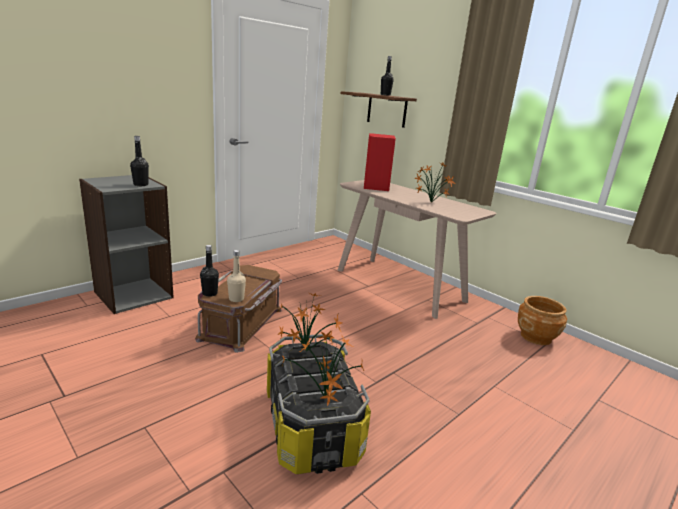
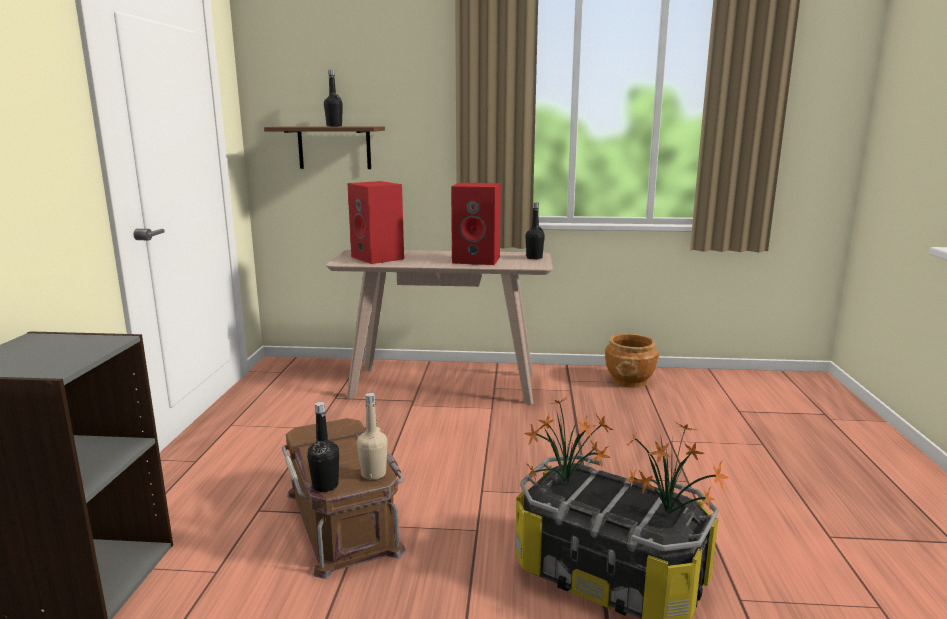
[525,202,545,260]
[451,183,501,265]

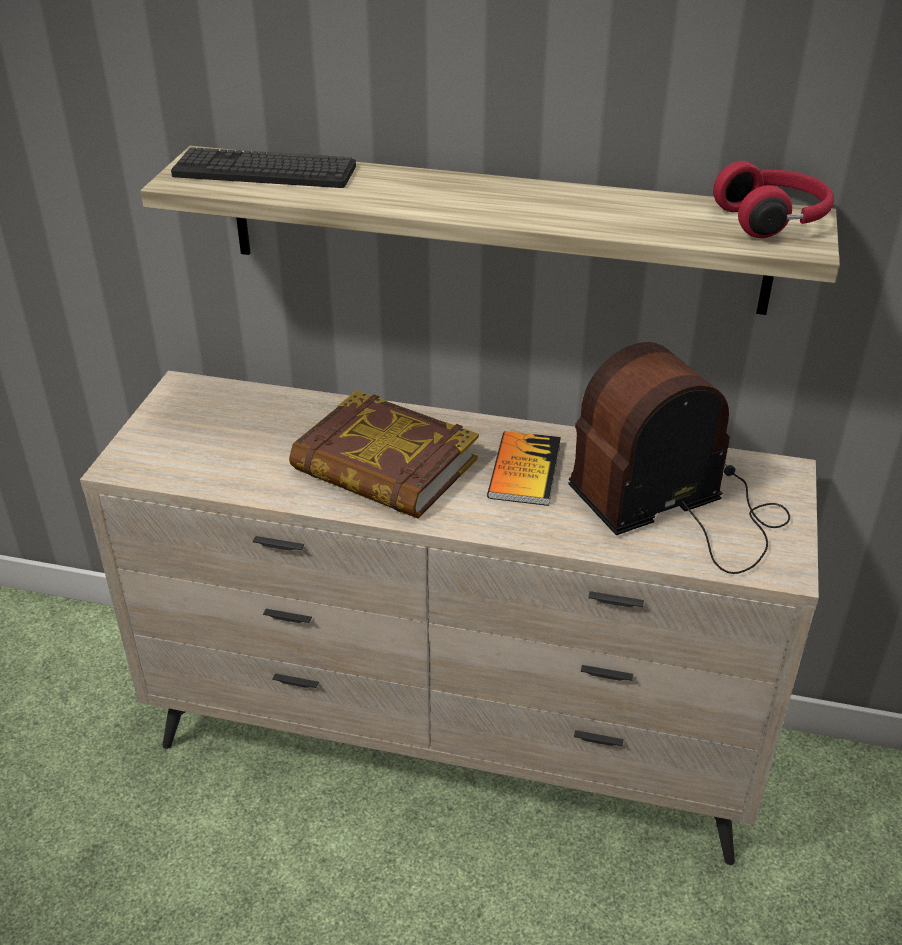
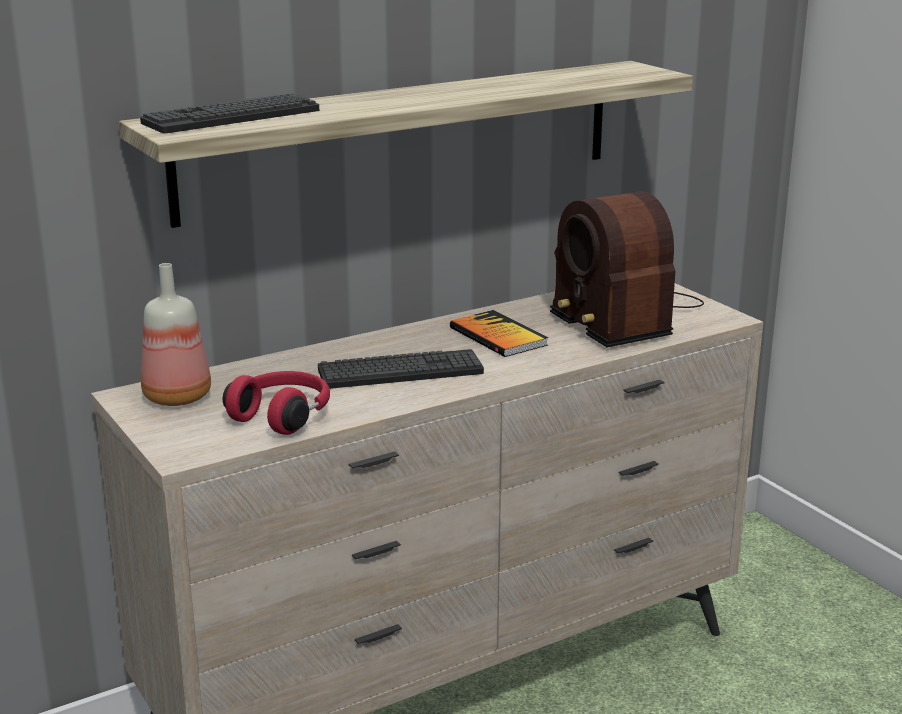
[223,371,330,435]
[550,192,704,347]
[318,349,484,389]
[141,263,211,406]

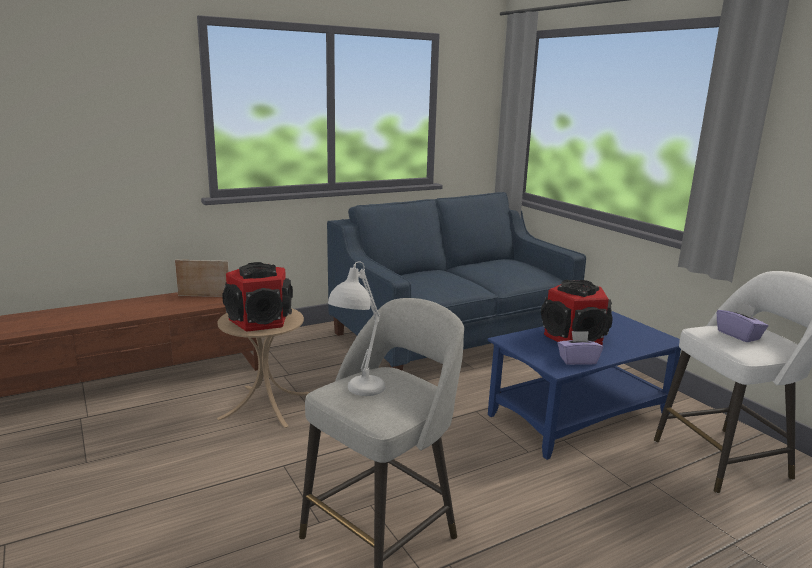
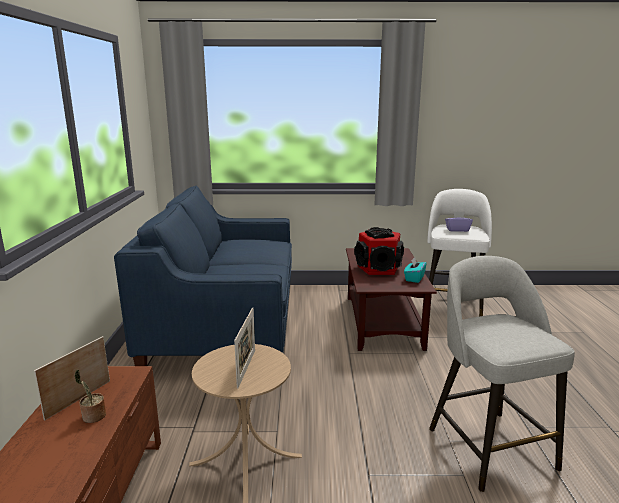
[234,307,255,389]
[328,262,385,396] (first image)
[346,248,437,351]
[404,257,427,283]
[75,369,106,423]

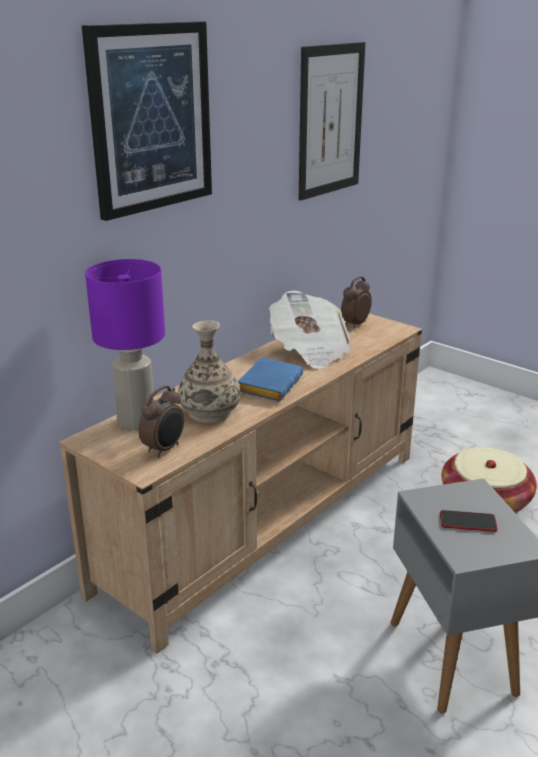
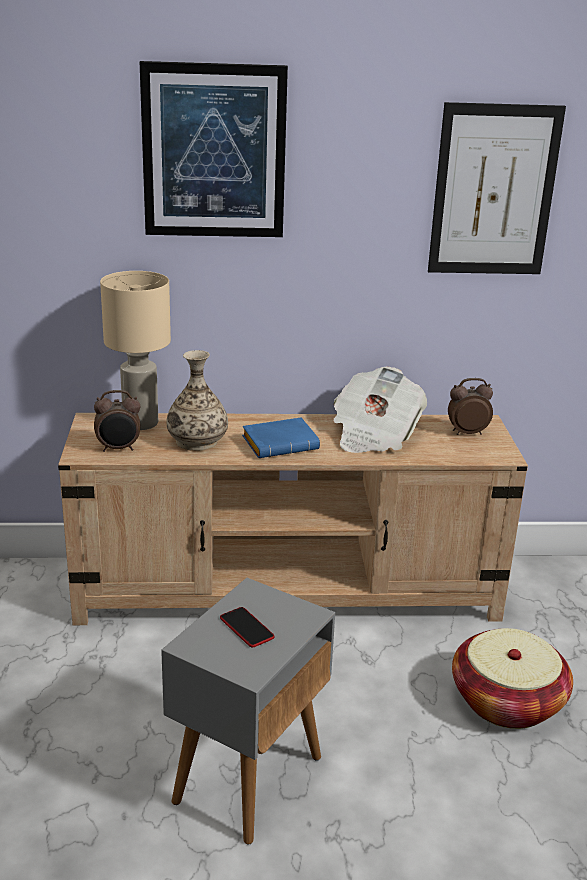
[100,271,171,430]

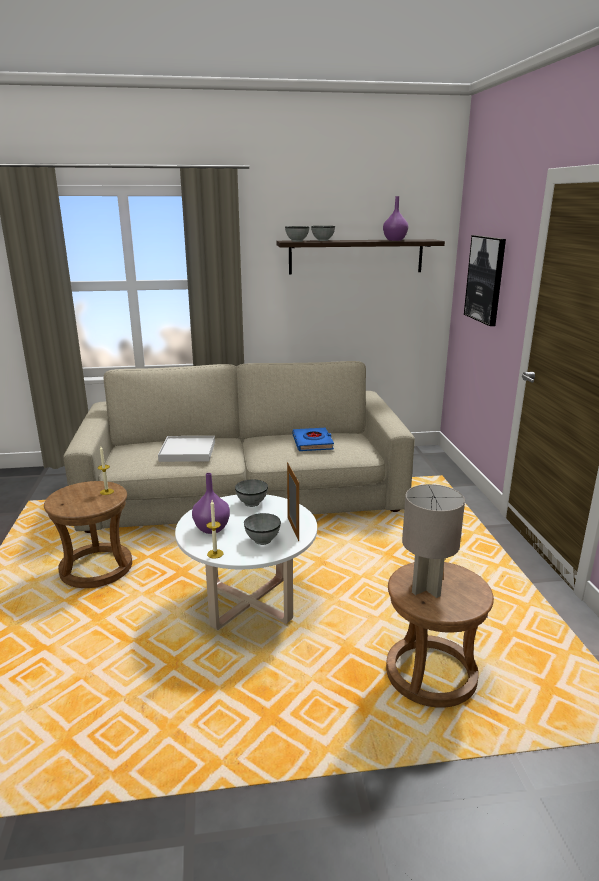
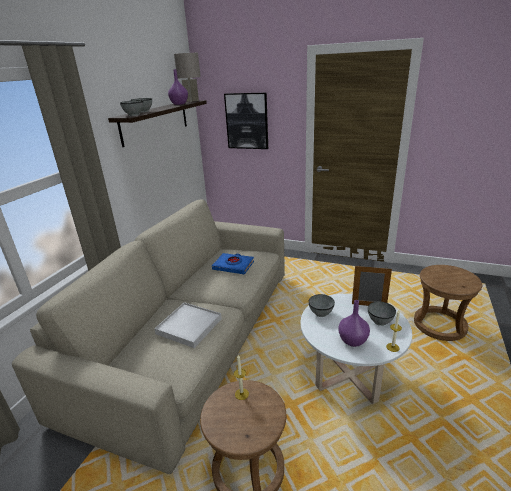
[174,53,201,102]

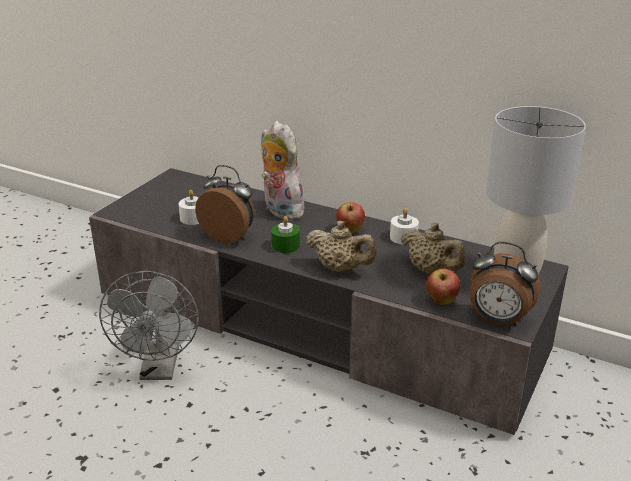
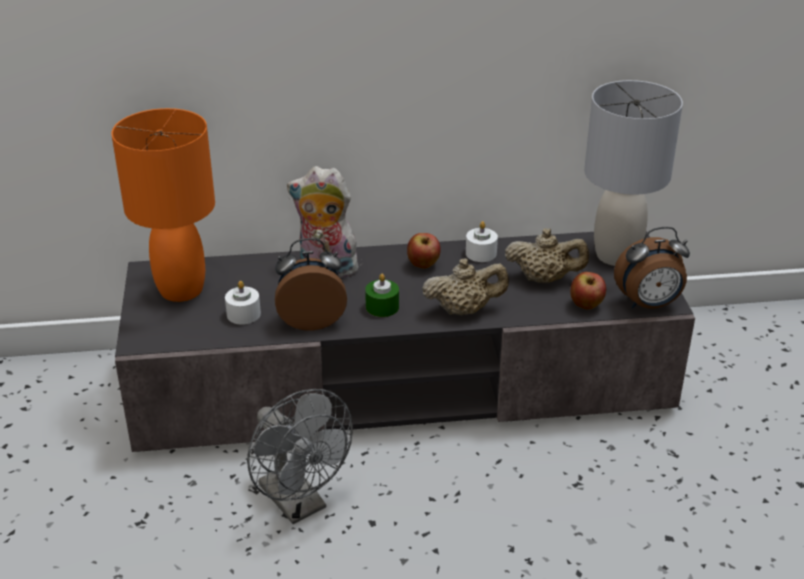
[112,108,215,302]

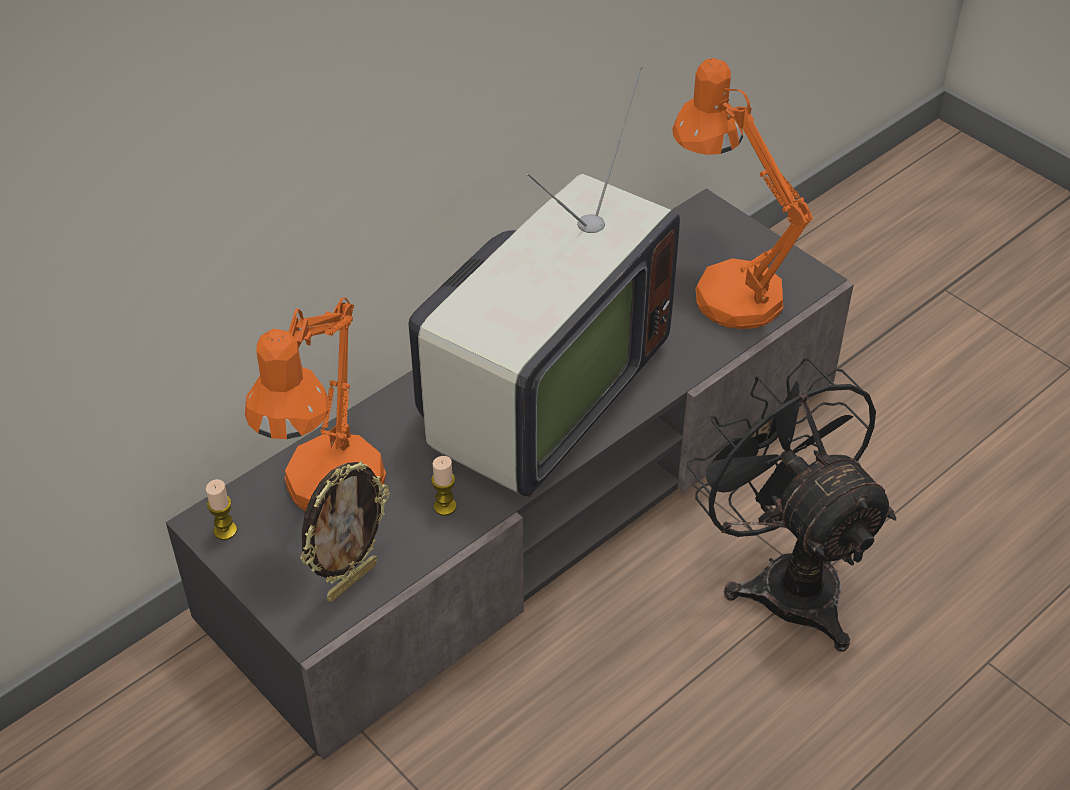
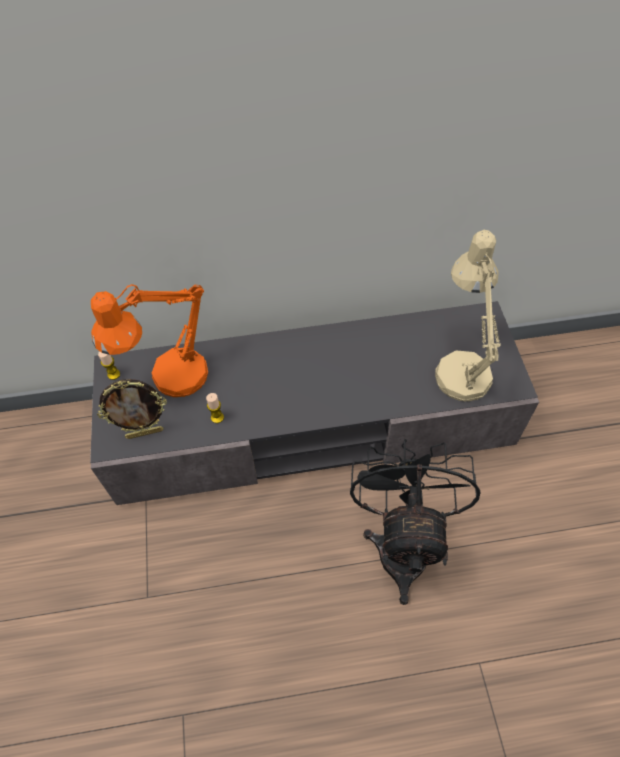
[435,230,501,402]
[408,66,680,497] (first image)

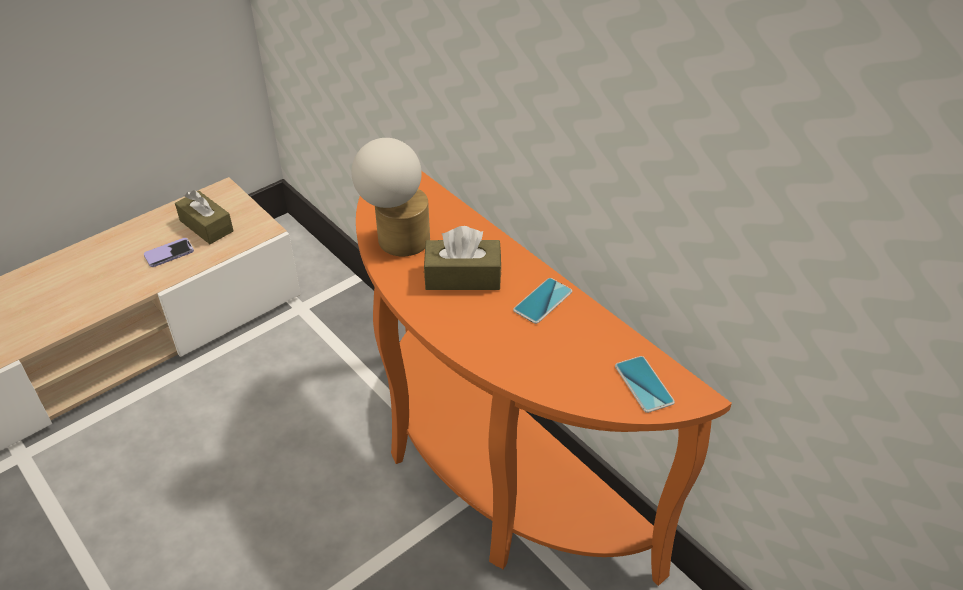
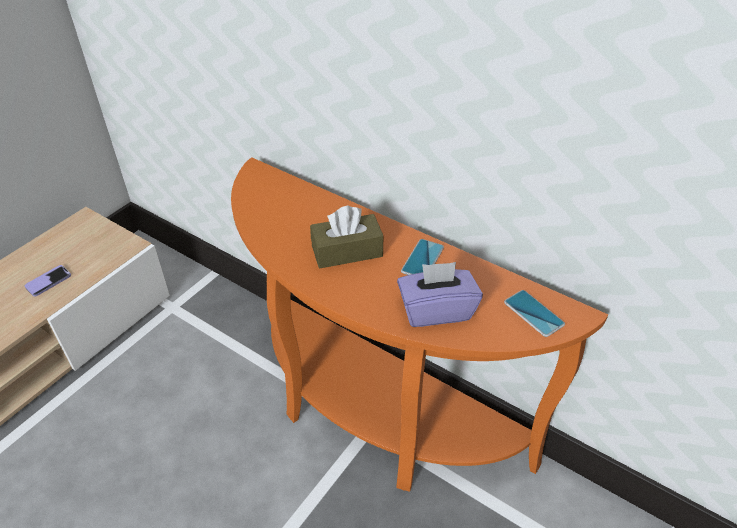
[351,138,430,256] (first image)
[175,190,234,244] (first image)
[397,262,483,327]

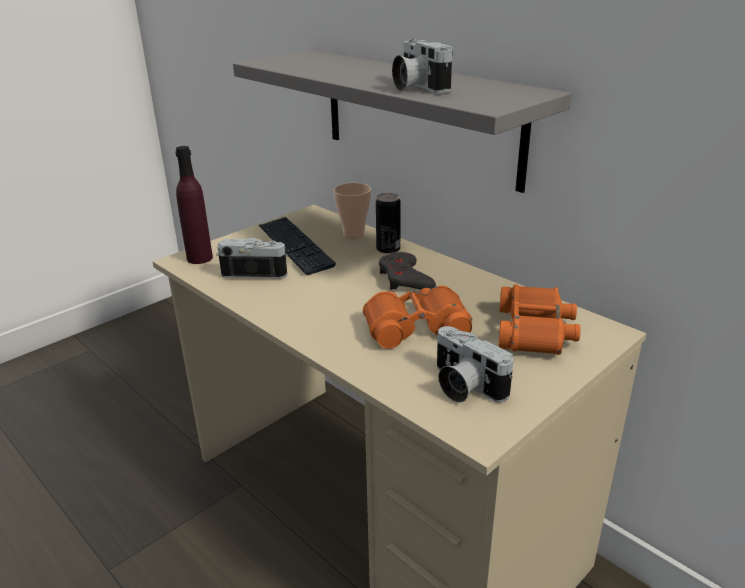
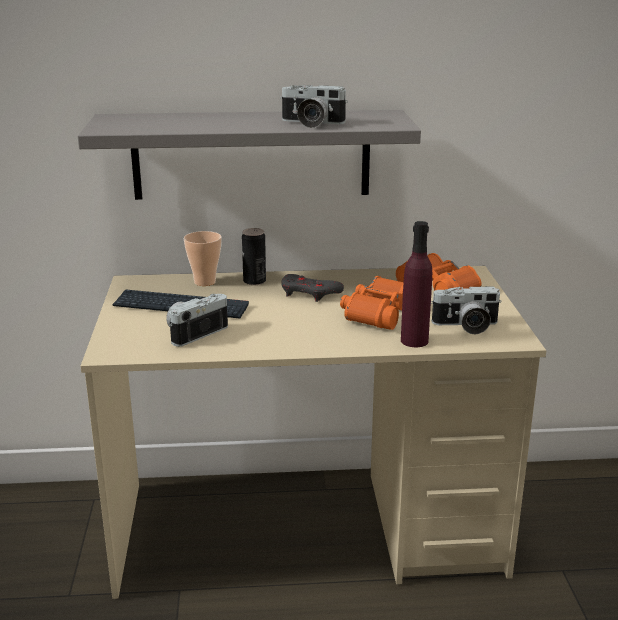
[401,221,432,347]

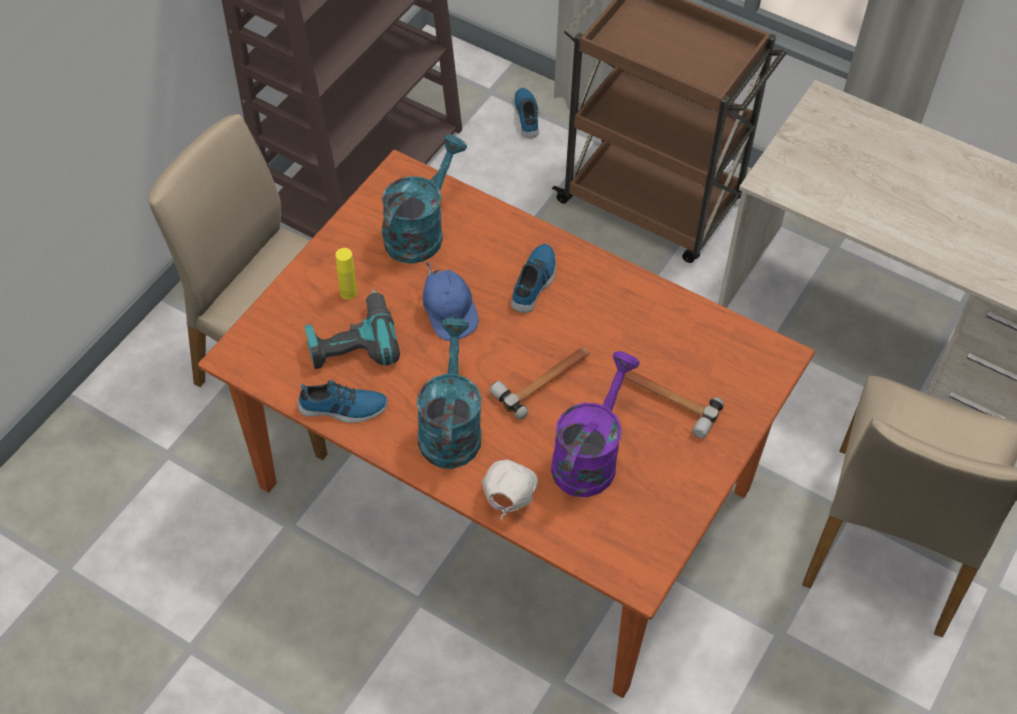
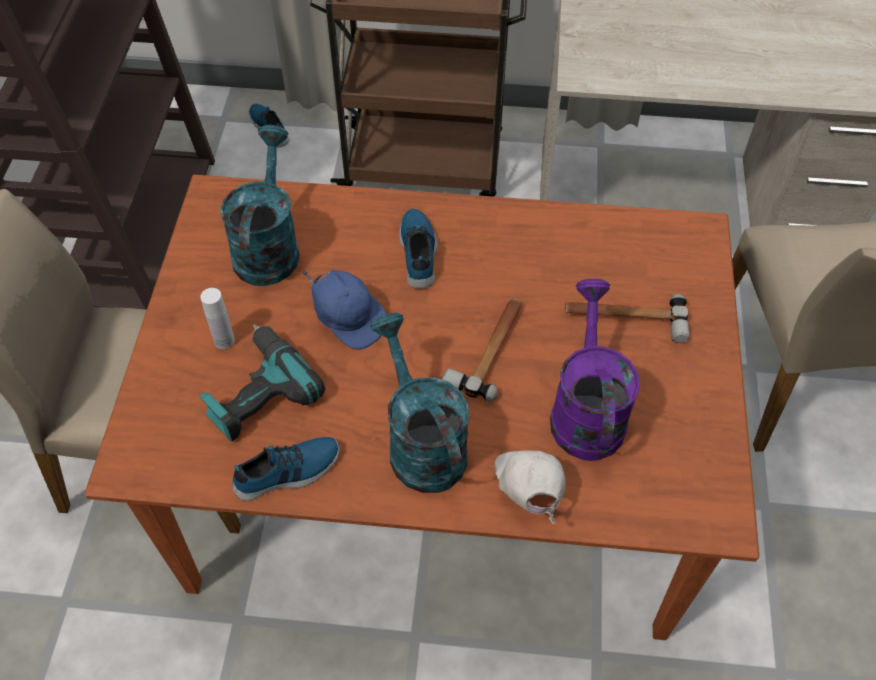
[200,288,235,349]

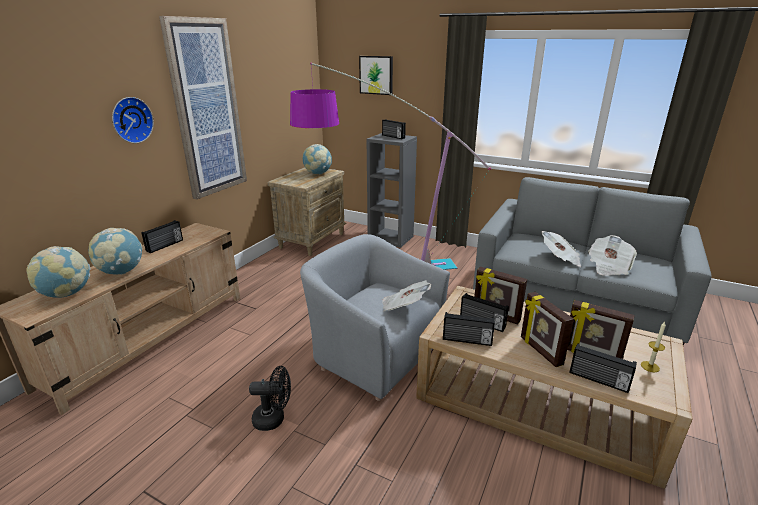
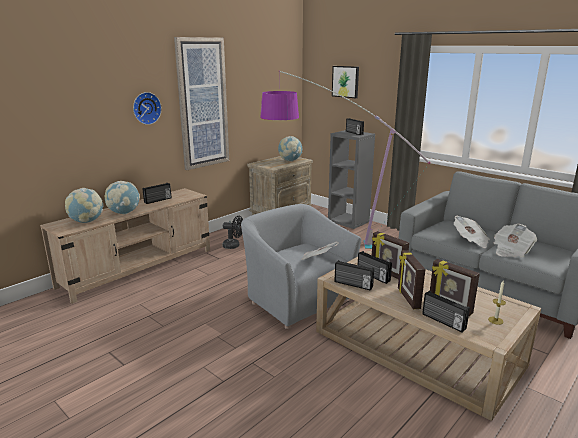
[223,216,243,249]

